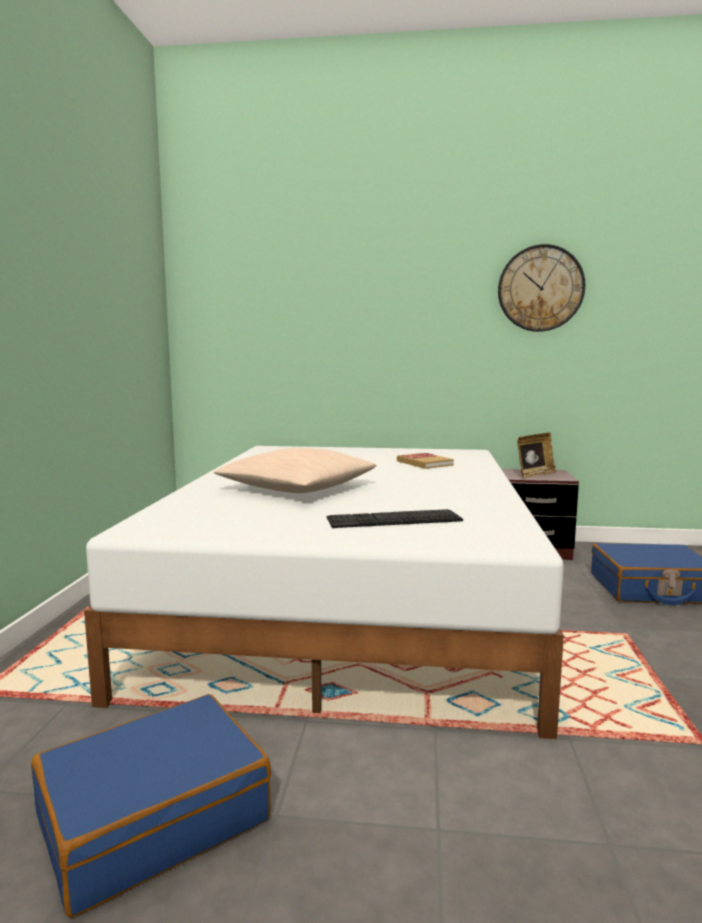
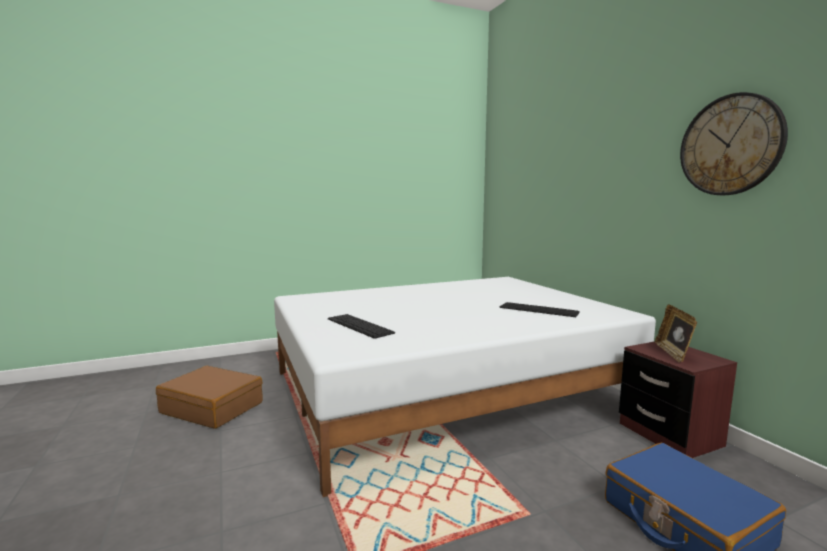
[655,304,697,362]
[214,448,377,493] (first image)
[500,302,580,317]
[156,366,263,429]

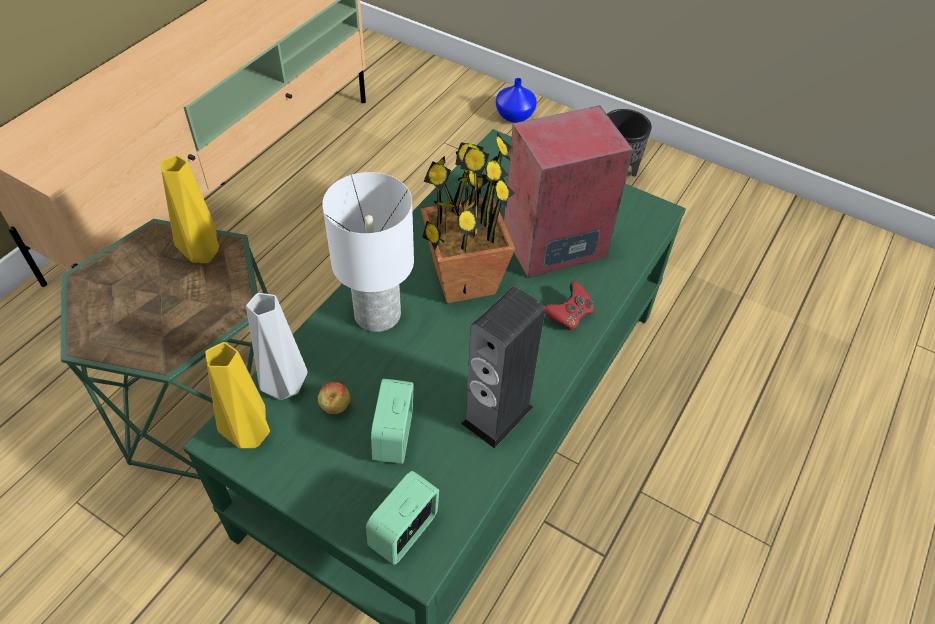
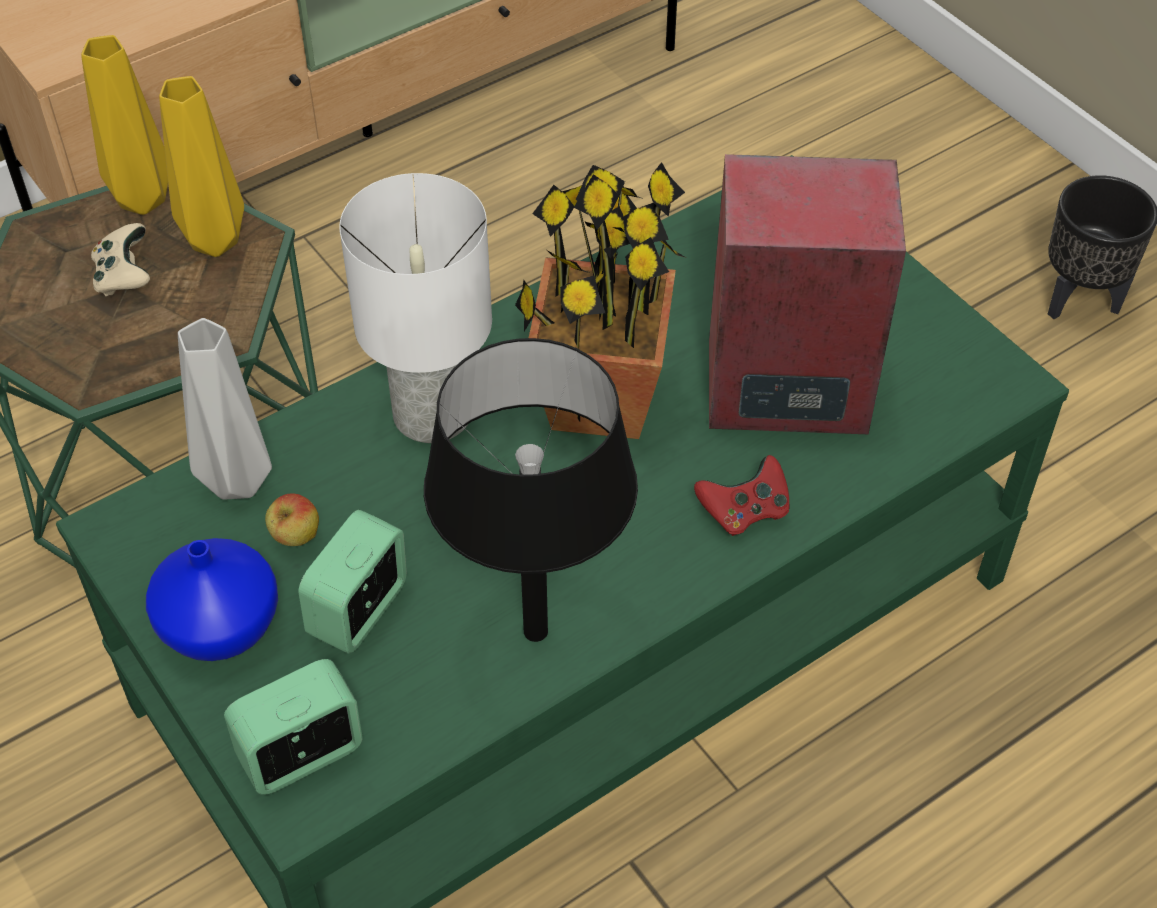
[146,538,278,661]
[424,338,638,642]
[81,35,168,215]
[91,223,150,296]

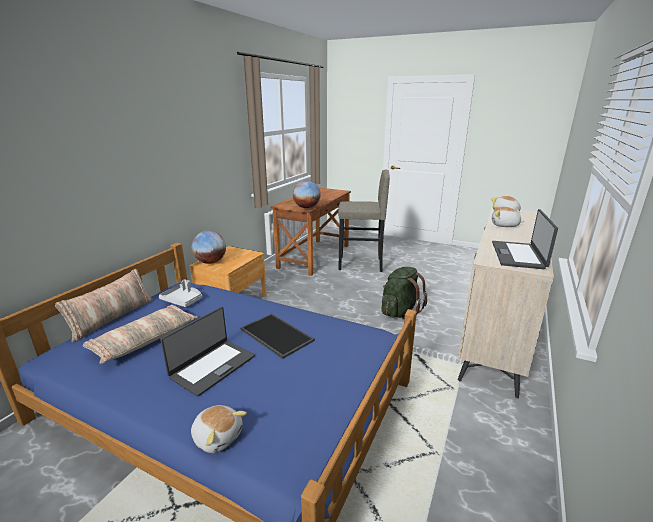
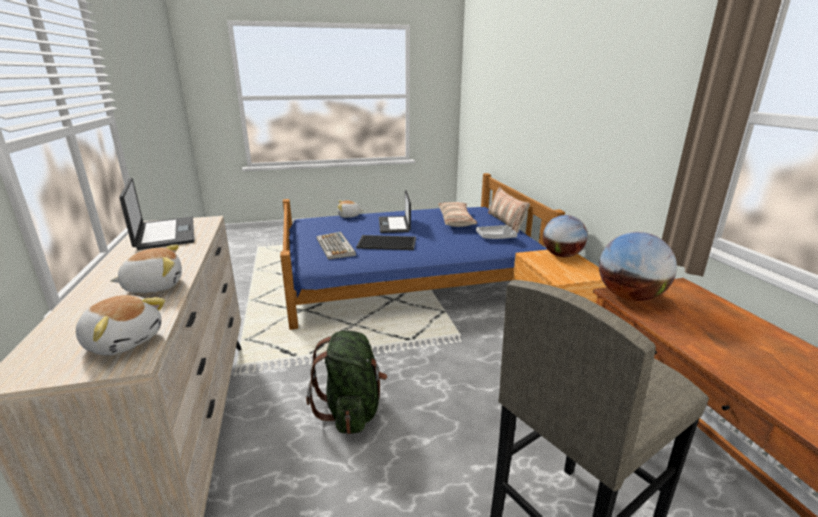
[316,232,356,260]

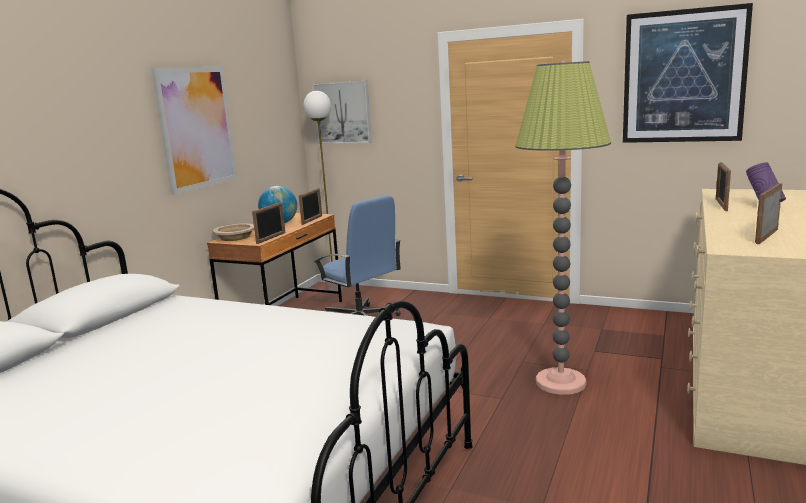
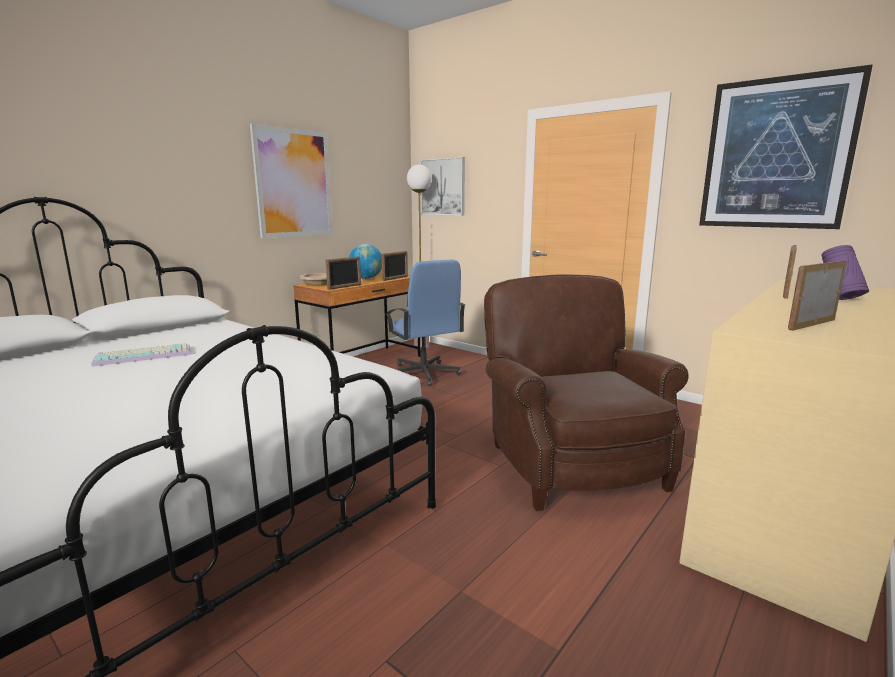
[484,274,689,511]
[92,343,191,366]

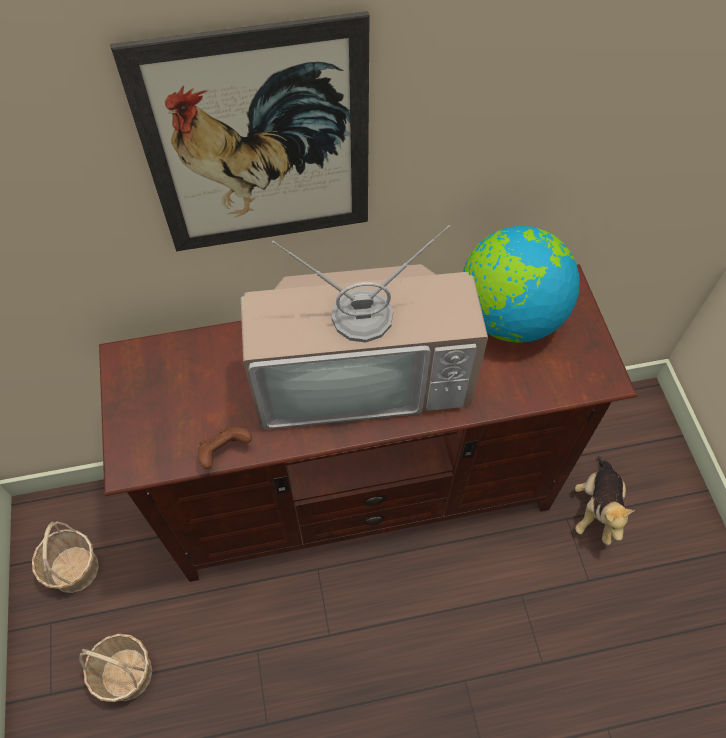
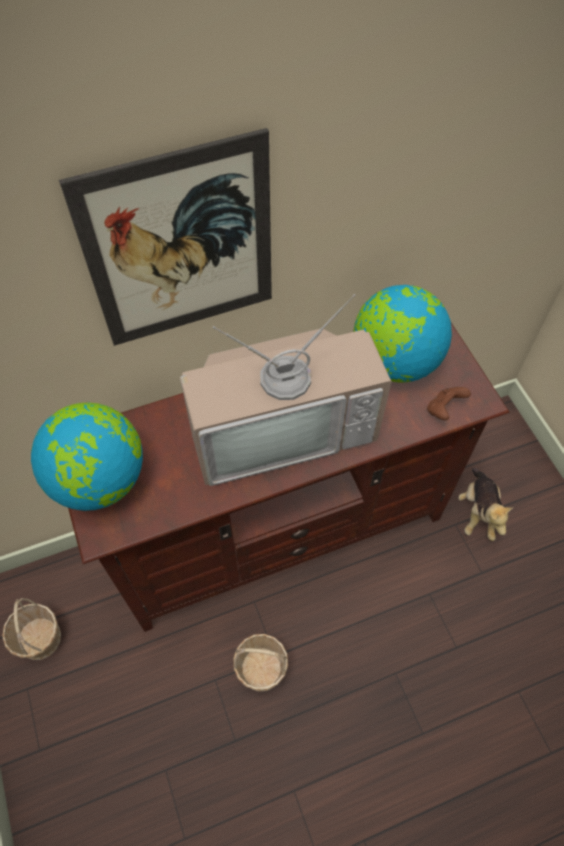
[427,387,471,420]
[233,634,288,692]
[31,403,143,511]

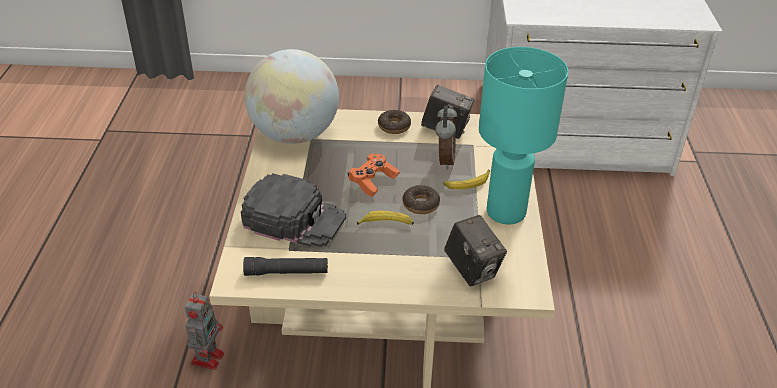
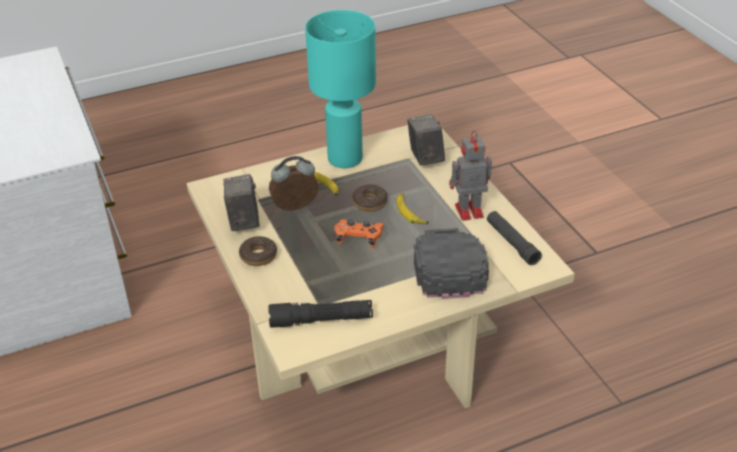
[268,300,373,328]
[408,114,445,166]
[449,131,492,221]

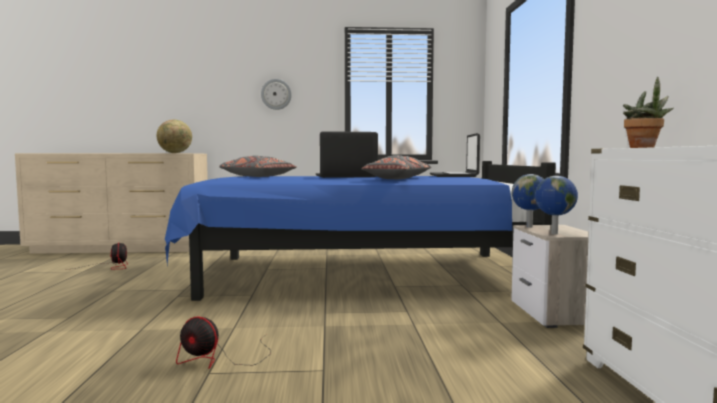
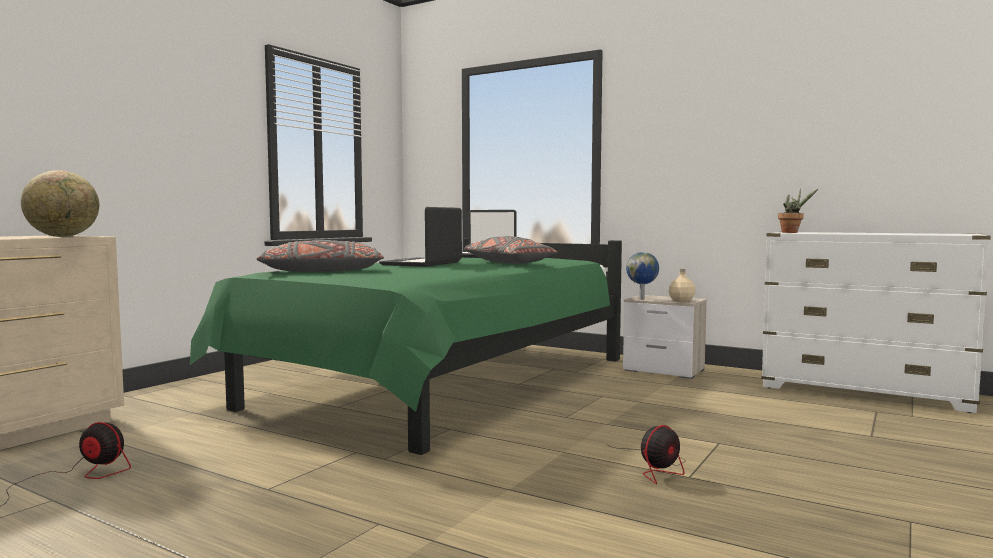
[261,79,292,110] (first image)
[190,238,622,455]
[669,269,696,302]

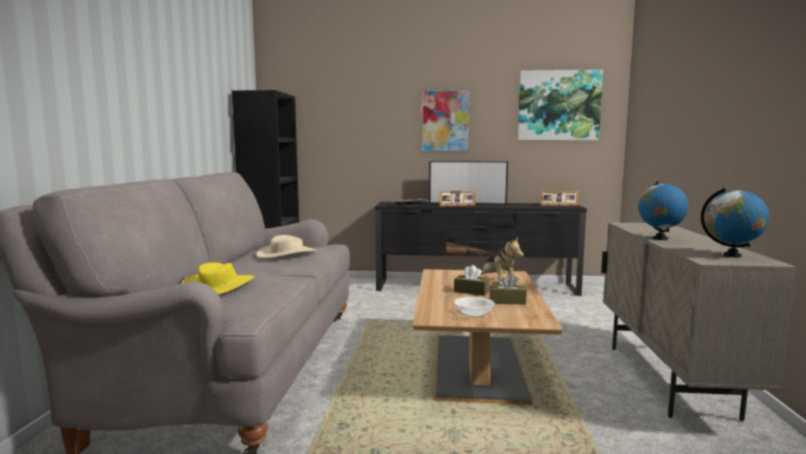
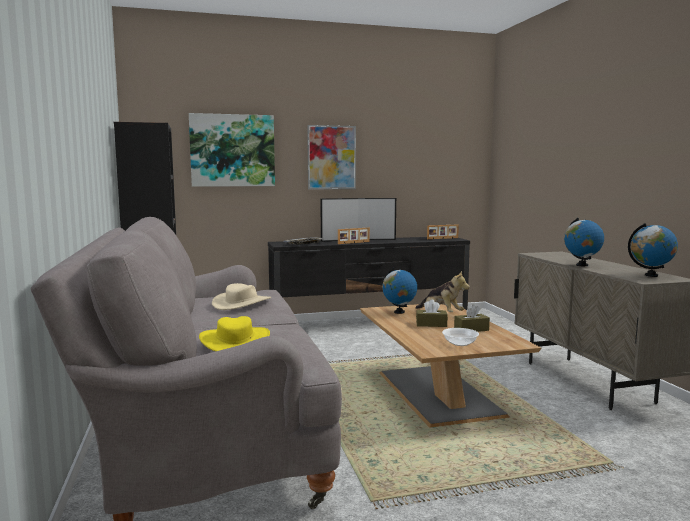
[189,113,275,187]
[382,268,417,314]

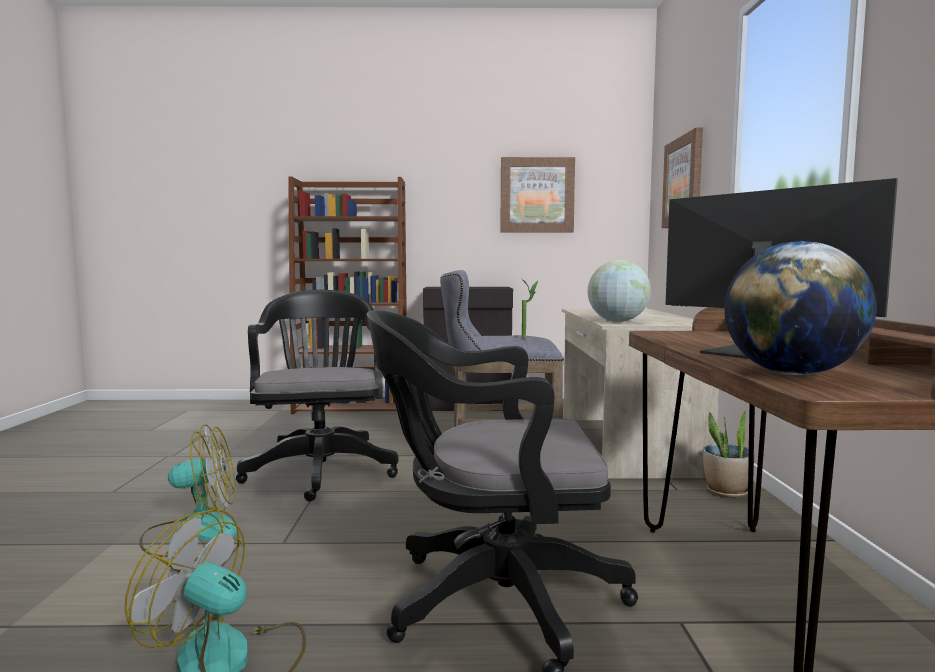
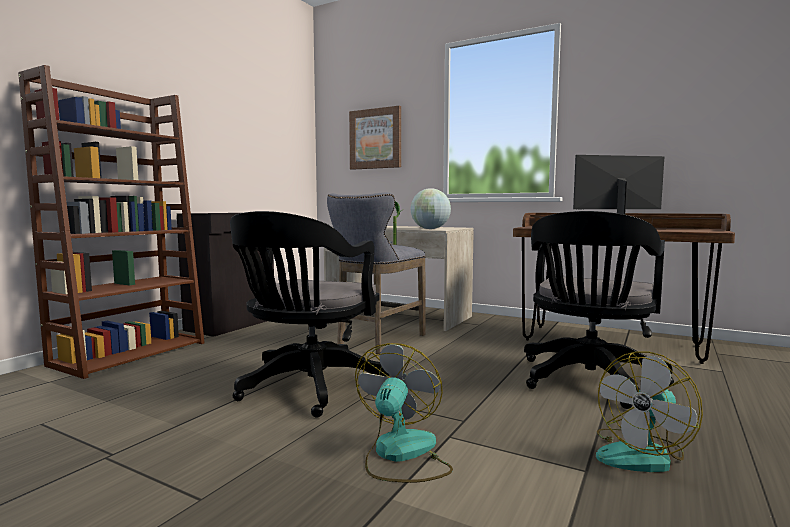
[500,157,575,233] (first image)
[724,241,877,375] (first image)
[230,211,389,417]
[703,410,755,498] (first image)

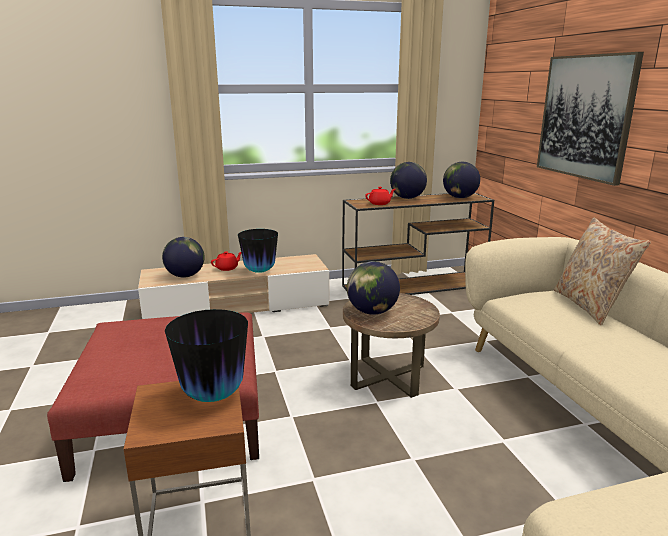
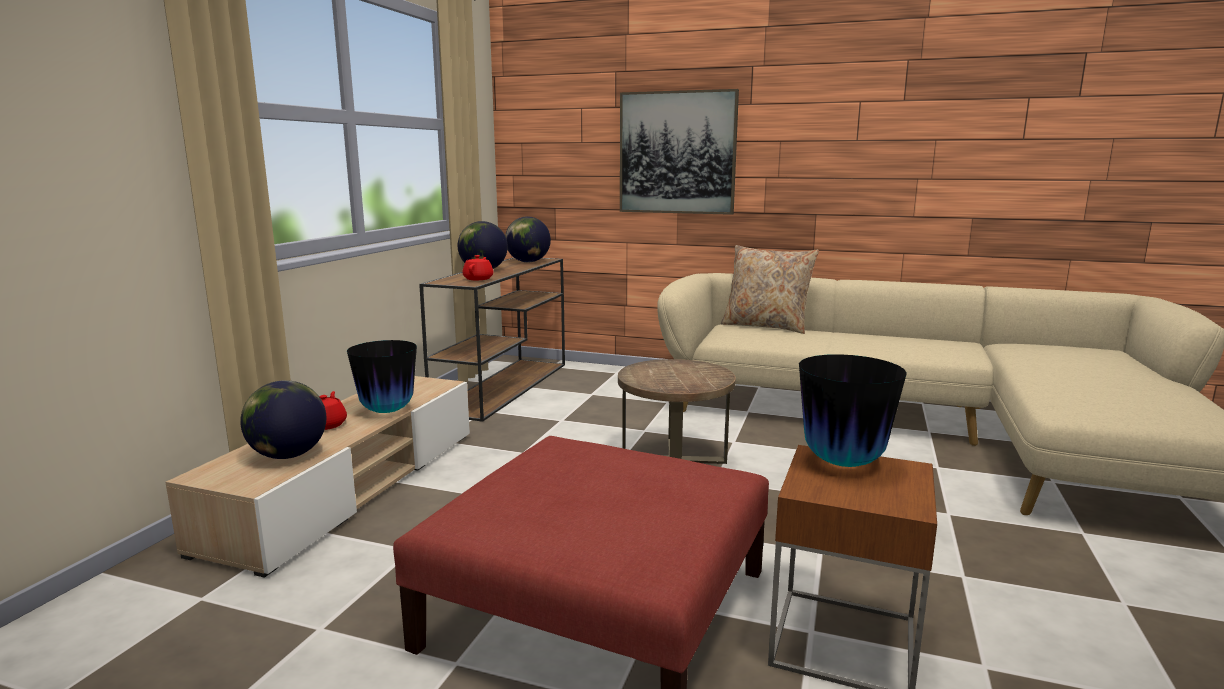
[347,261,400,315] (first image)

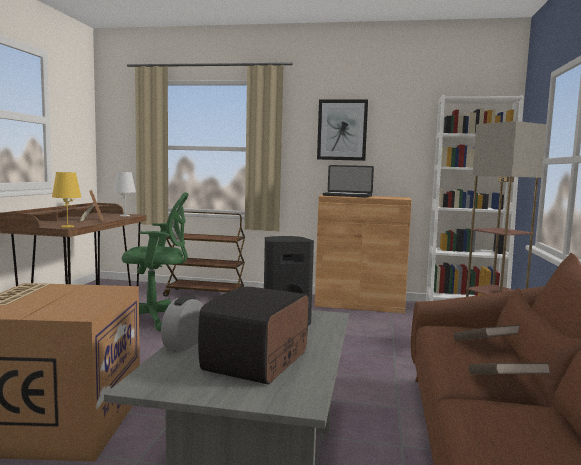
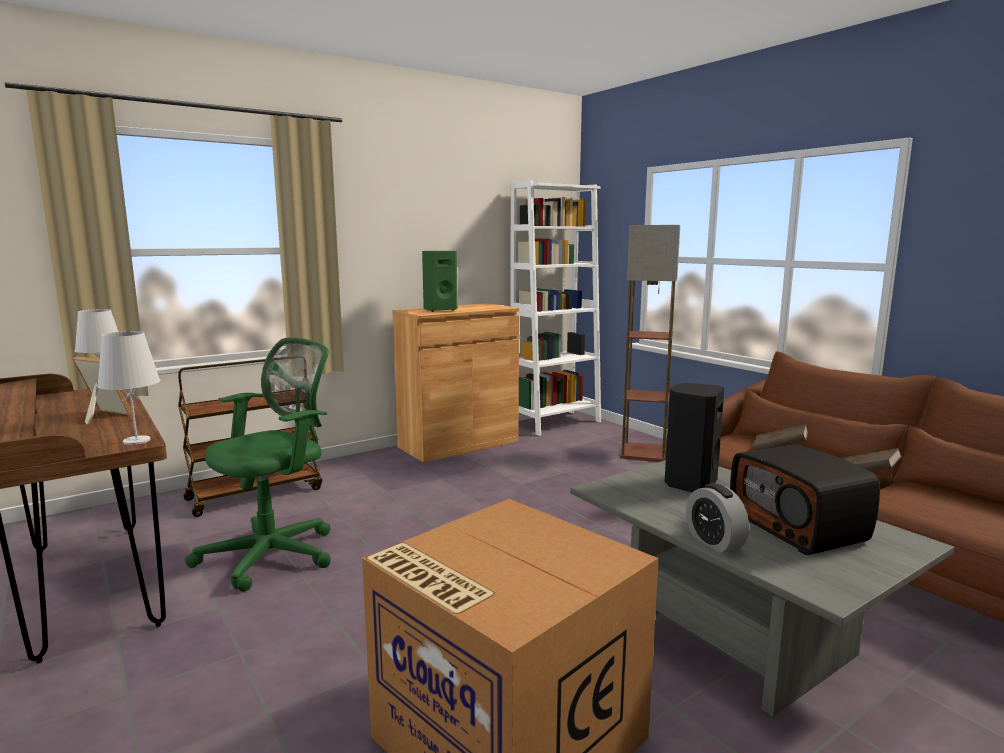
[317,99,368,161] (first image)
[422,251,458,312]
[97,331,161,445]

